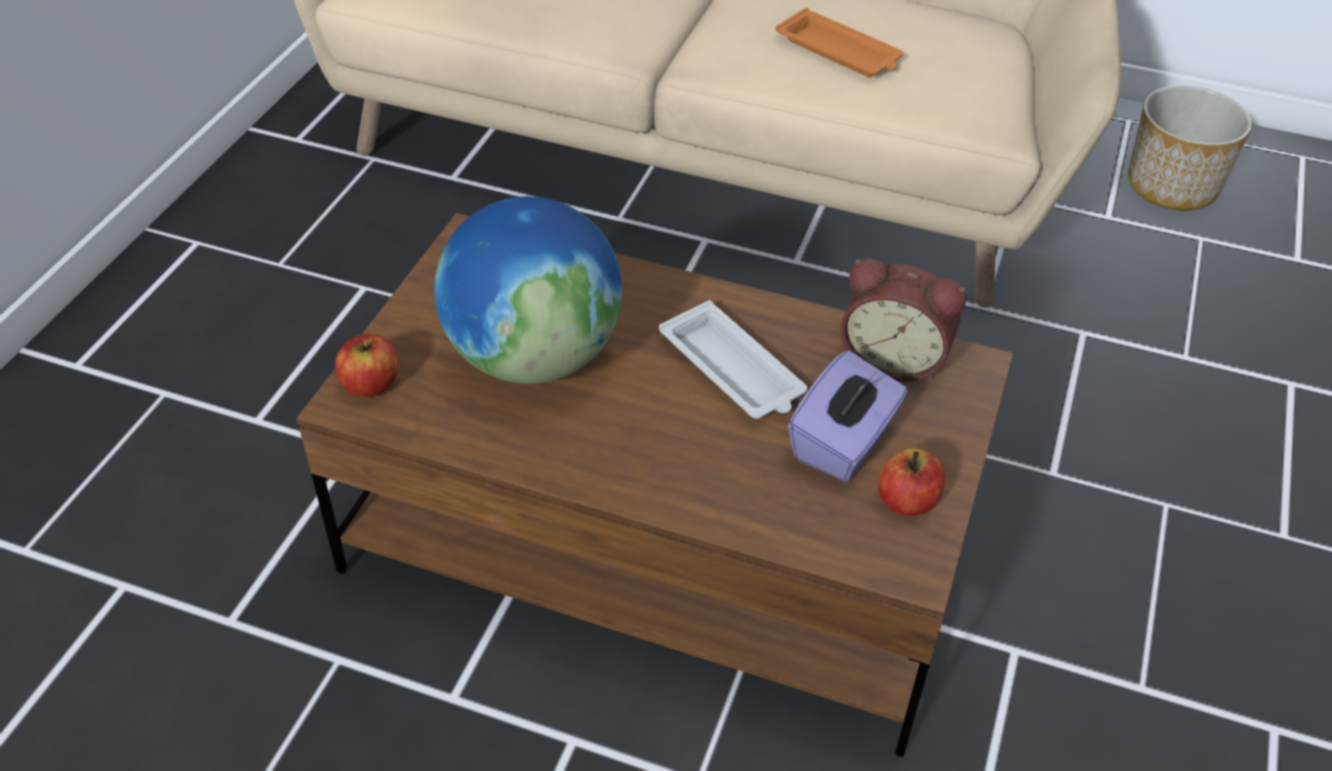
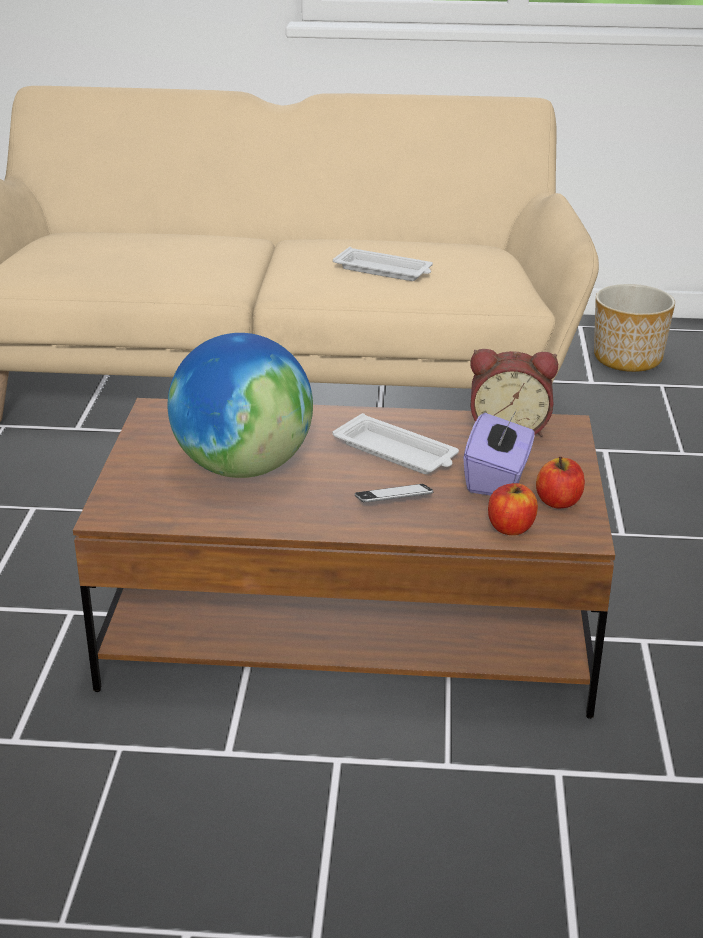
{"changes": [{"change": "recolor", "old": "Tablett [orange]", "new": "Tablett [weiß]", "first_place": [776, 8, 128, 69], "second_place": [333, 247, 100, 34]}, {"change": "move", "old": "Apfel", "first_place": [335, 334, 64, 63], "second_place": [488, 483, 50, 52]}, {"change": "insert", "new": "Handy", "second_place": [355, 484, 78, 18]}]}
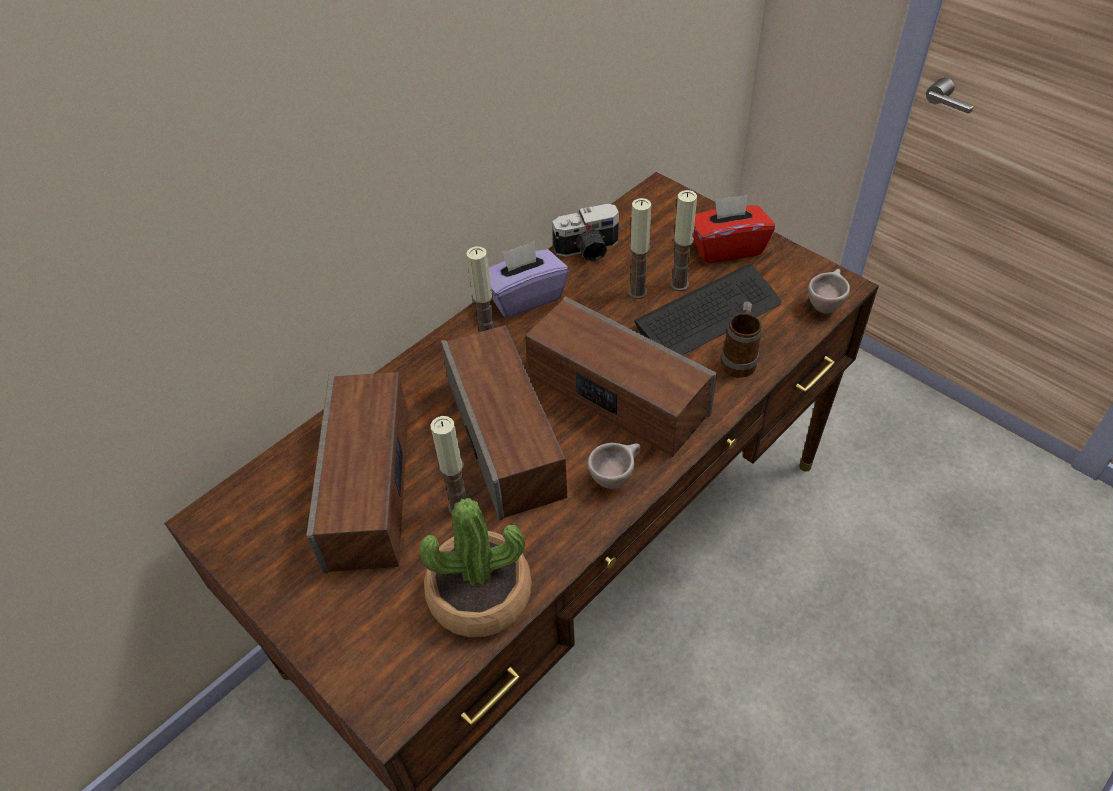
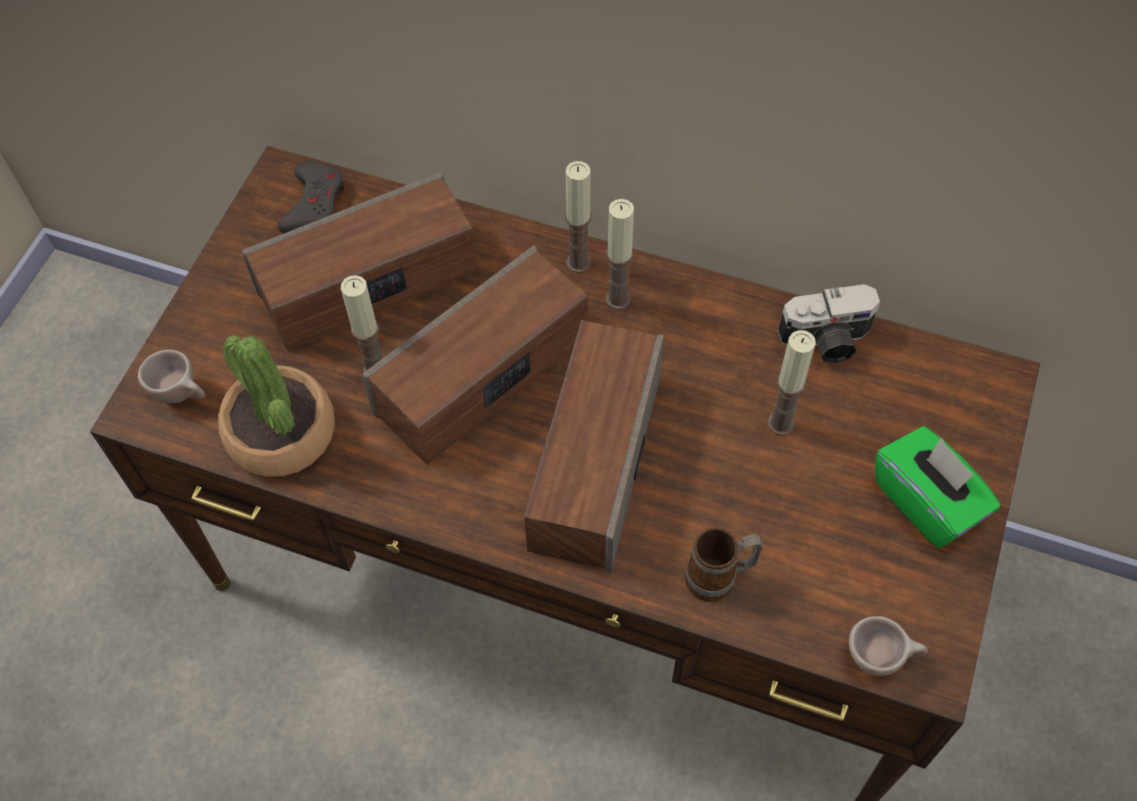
{"changes": [{"change": "move", "old": "Kerze", "first_place": [670, 190, 27, 101], "second_place": [565, 161, 27, 112]}, {"change": "recolor", "old": "Taschentuchbox [rot]", "new": "Taschentuchbox [grün]", "first_place": [693, 195, 82, 68], "second_place": [875, 426, 125, 122]}, {"change": "rotate", "old": "Kamera", "first_place": [552, 203, 67, 59], "second_place": [778, 284, 102, 80], "degrees": -60}, {"change": "delete", "old": "Taschentuchbox [lila]", "first_place": [489, 242, 79, 76]}, {"change": "delete", "old": "Tastatur", "first_place": [634, 265, 147, 90]}, {"change": "move", "old": "Tasse [beige]", "first_place": [587, 443, 54, 46], "second_place": [138, 350, 67, 53]}, {"change": "insert", "new": "Gamepad [grau]", "second_place": [278, 161, 66, 72]}]}
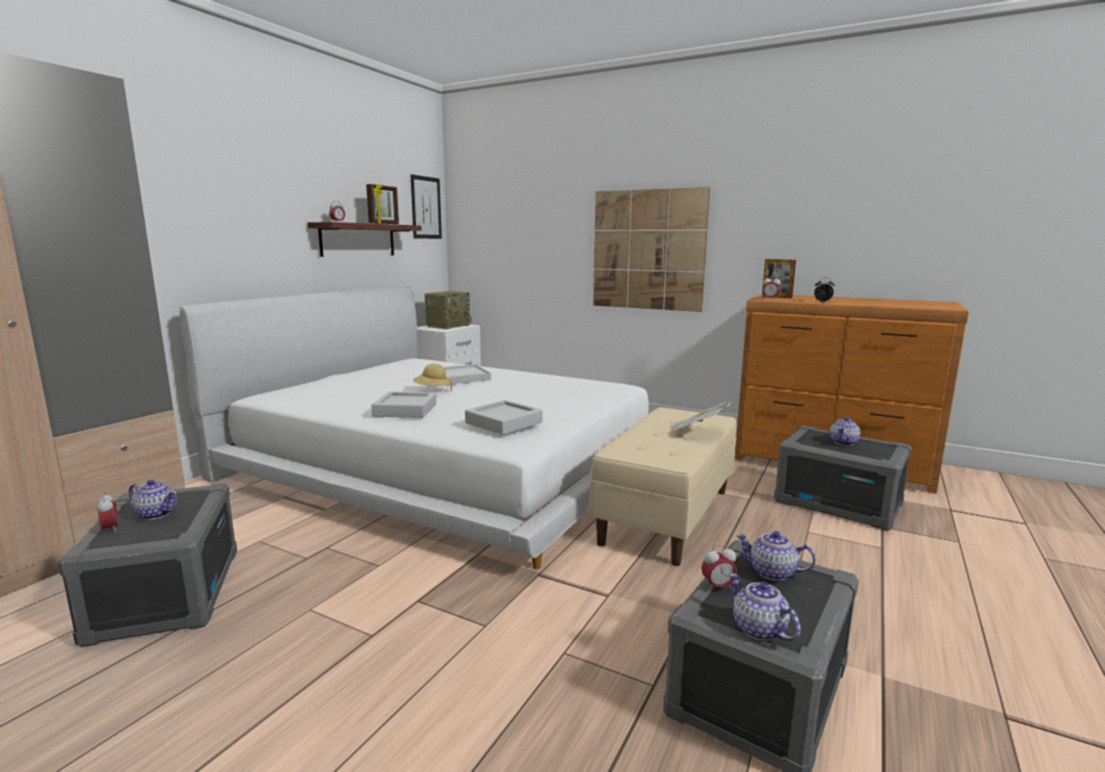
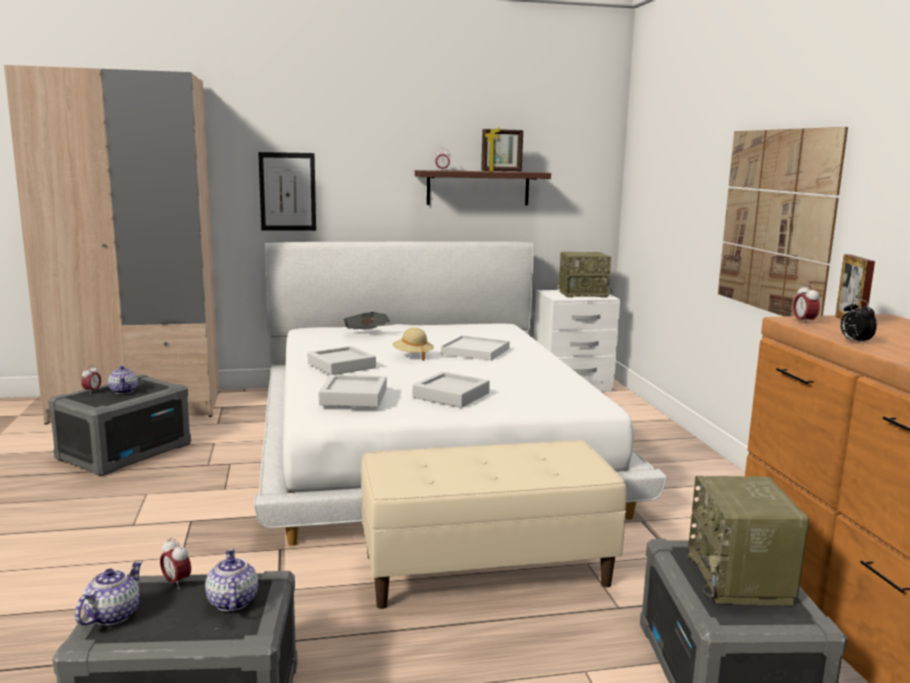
{"changes": [{"change": "move", "old": "Bild", "first_place": [411, 174, 31, 65], "second_place": [258, 152, 58, 79]}, {"change": "move", "old": "Zeitung", "first_place": [670, 402, 61, 30], "second_place": [343, 312, 47, 17]}, {"change": "replace", "old": "Teekanne", "new": "Radio", "first_place": [830, 417, 30, 29], "second_place": [688, 476, 121, 130]}, {"change": "insert", "new": "Tablett [grau]", "second_place": [413, 372, 77, 36]}]}
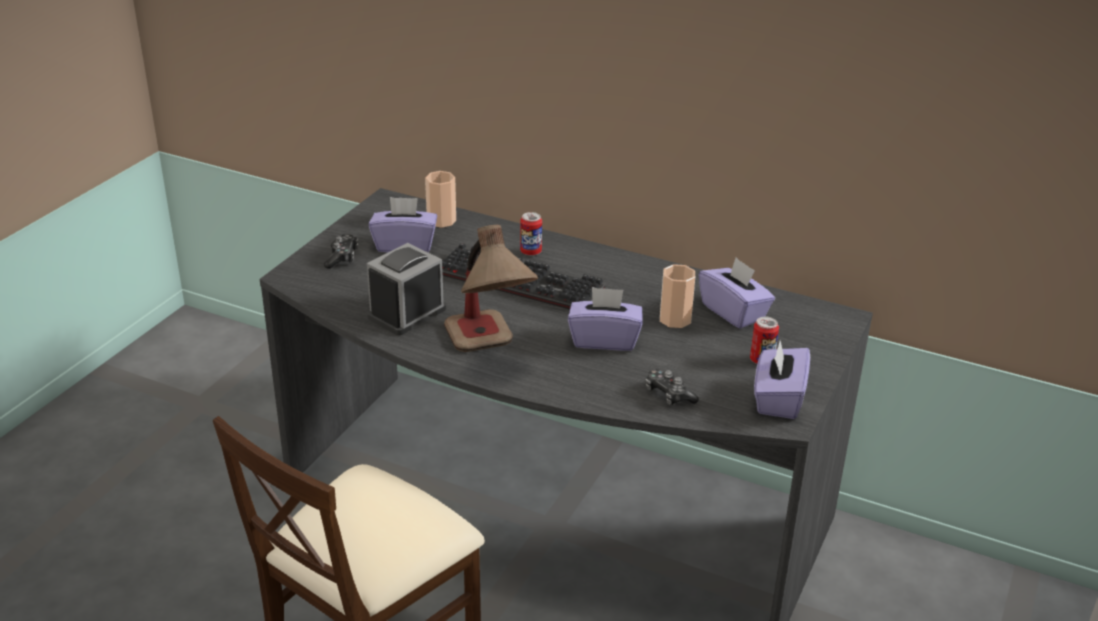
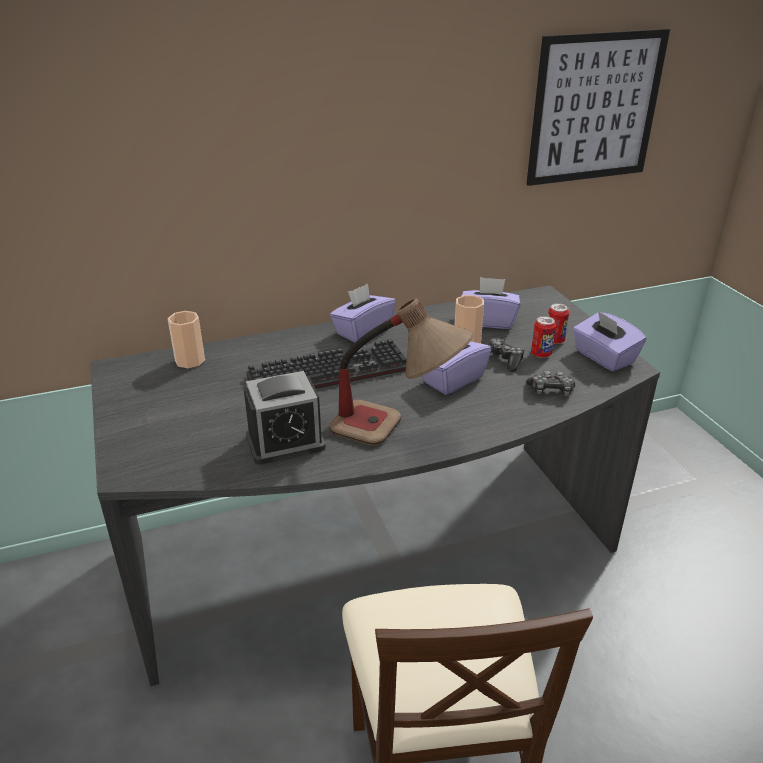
{"changes": [{"change": "move", "old": "Taschentuchbox [lila]", "first_place": [369, 197, 68, 55], "second_place": [330, 284, 66, 59]}, {"change": "move", "old": "Dose", "first_place": [520, 212, 22, 44], "second_place": [531, 316, 25, 42]}, {"change": "move", "old": "Gamepad", "first_place": [324, 234, 34, 35], "second_place": [486, 338, 38, 34]}, {"change": "rotate", "old": "Wecker", "first_place": [367, 243, 79, 92], "second_place": [244, 371, 82, 94], "degrees": -105}, {"change": "insert", "new": "Bild", "second_place": [526, 29, 144, 157]}]}
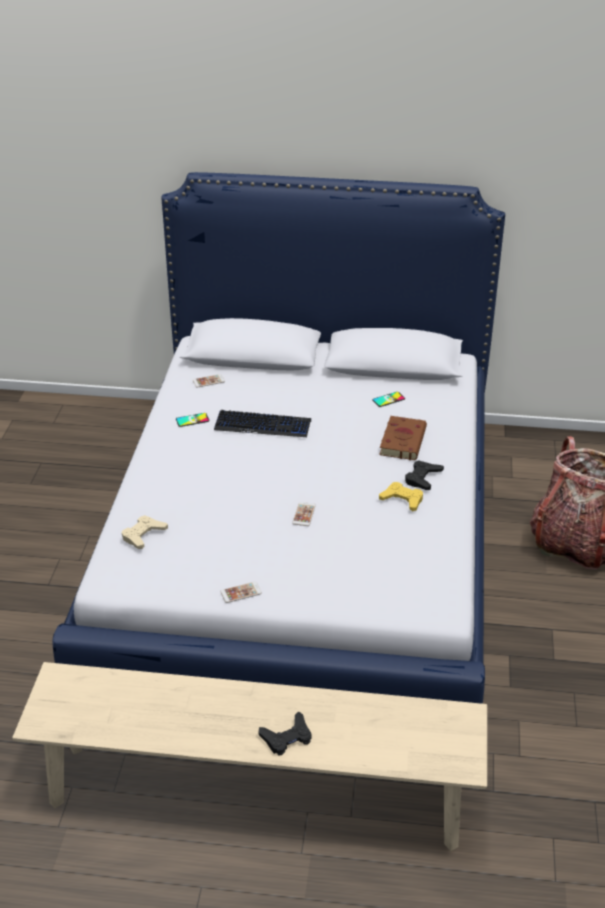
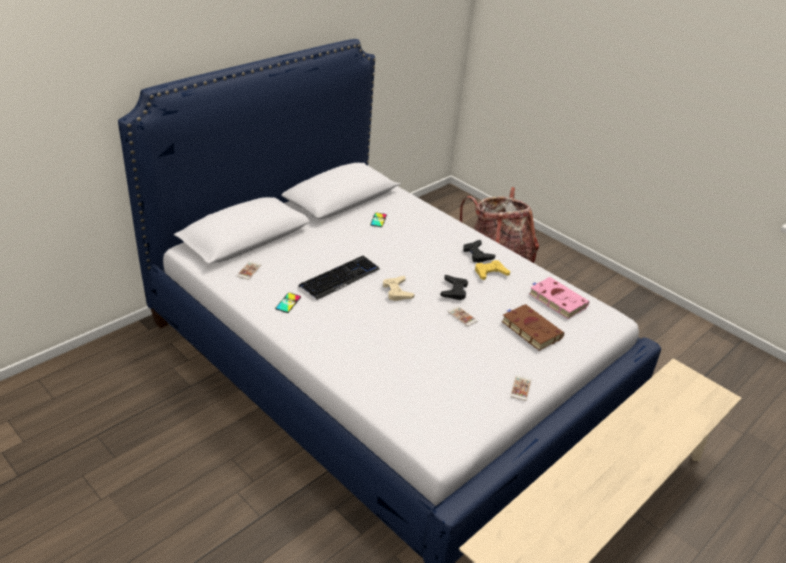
{"changes": [{"change": "move", "old": "Buch [braun]", "first_place": [379, 416, 48, 44], "second_place": [501, 304, 63, 47]}, {"change": "move", "old": "Gamepad [beige]", "first_place": [122, 515, 46, 34], "second_place": [383, 276, 31, 25]}, {"change": "move", "old": "Gamepad [schwarz]", "first_place": [259, 711, 52, 45], "second_place": [441, 275, 27, 25]}, {"change": "insert", "new": "Buch [rosa]", "second_place": [529, 277, 60, 42]}]}
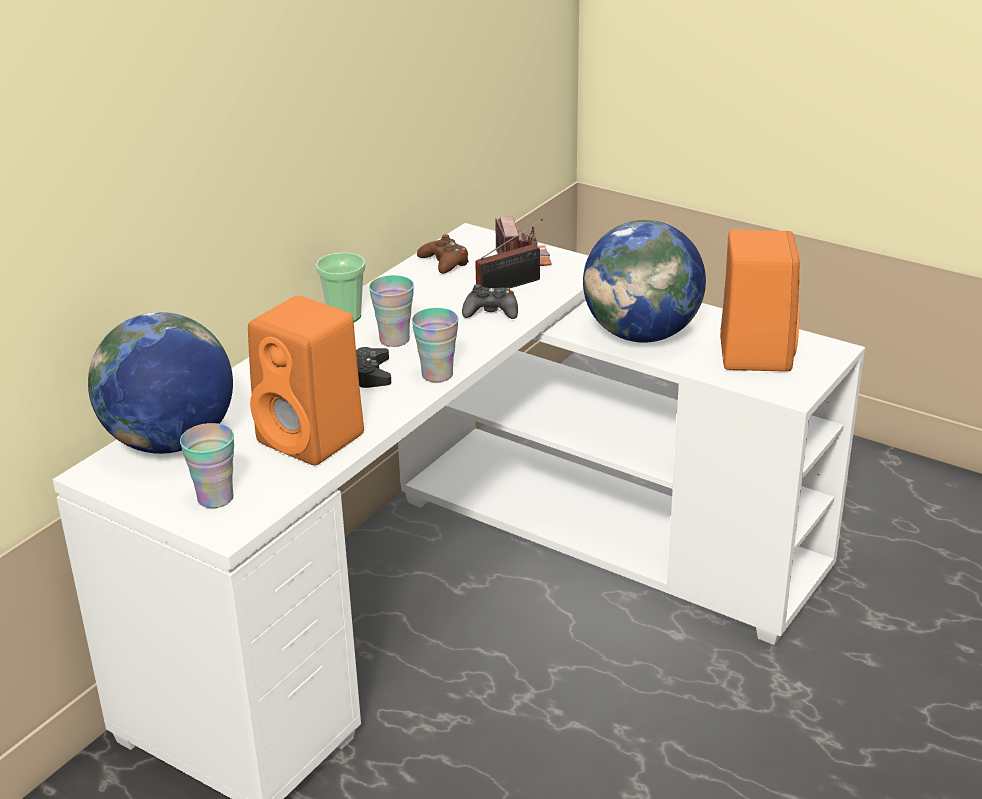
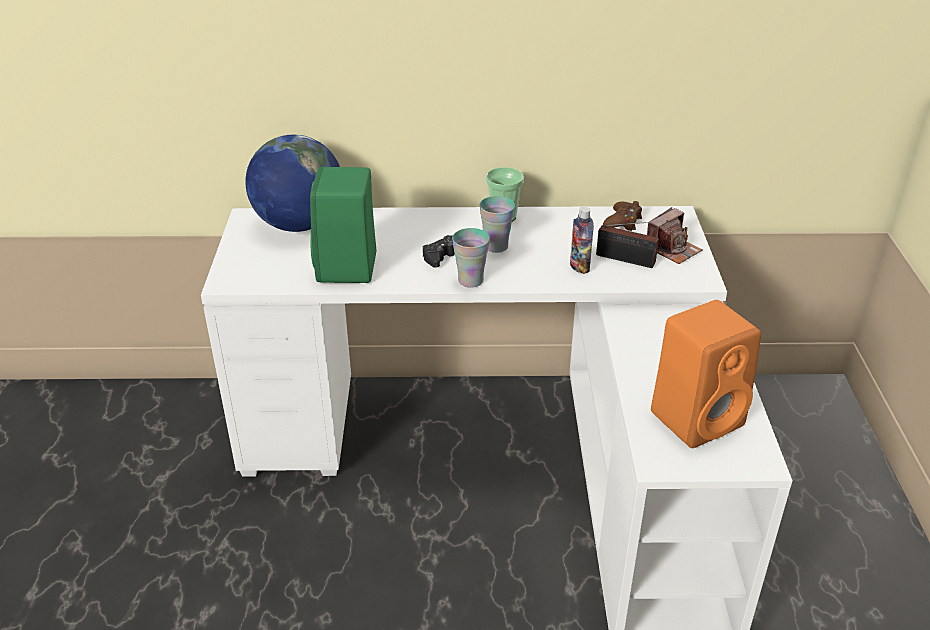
{"changes": [{"change": "delete", "old": "Globus", "first_place": [583, 220, 123, 123]}, {"change": "replace", "old": "Gamepad [schwarz]", "new": "Flasche", "first_place": [462, 284, 56, 35], "second_place": [570, 207, 24, 67]}, {"change": "recolor", "old": "Lautsprecher [orange]", "new": "Lautsprecher [grün]", "first_place": [248, 296, 116, 170], "second_place": [310, 167, 66, 116]}, {"change": "delete", "old": "Tasse", "first_place": [180, 423, 54, 85]}]}
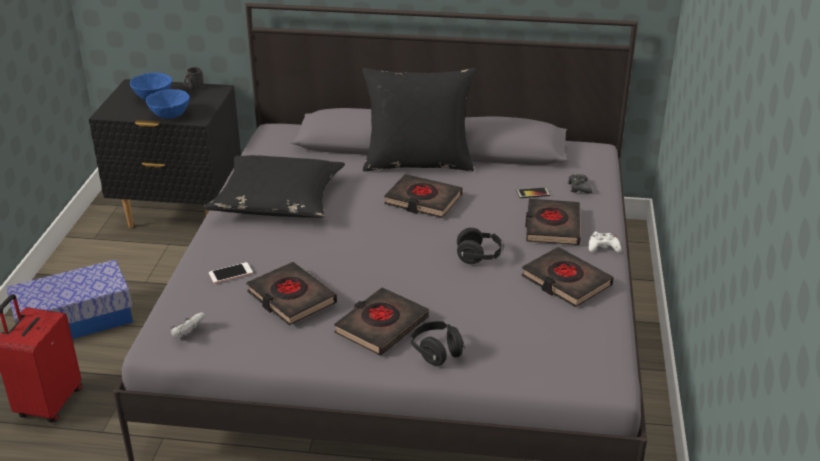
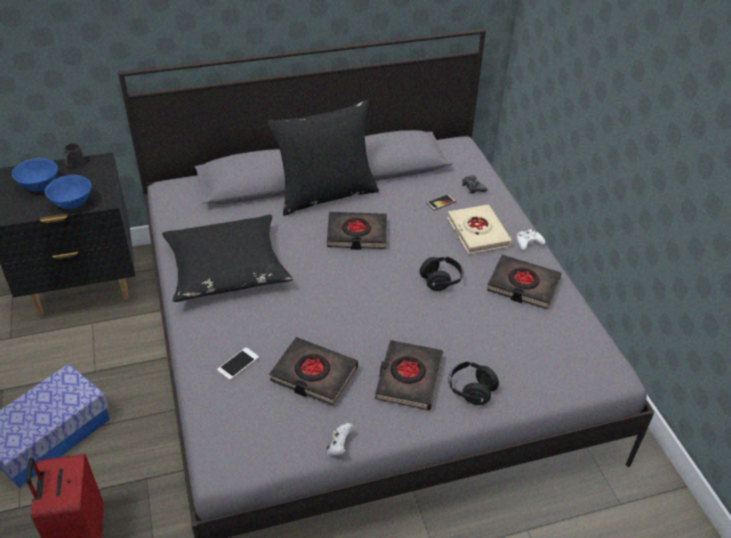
{"changes": [{"change": "recolor", "old": "Buch [schwarz]", "new": "Buch [beige]", "first_place": [525, 199, 56, 46], "second_place": [447, 205, 65, 49]}, {"change": "move", "old": "Gamepad [weiß]", "first_place": [171, 312, 35, 26], "second_place": [326, 423, 27, 33]}]}
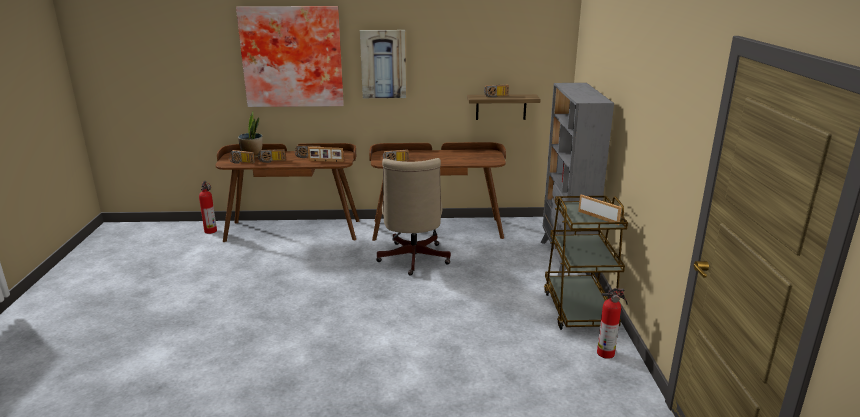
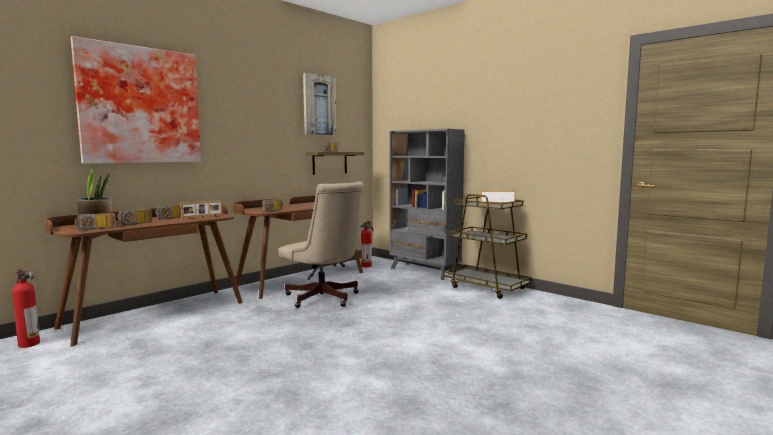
{"changes": [{"change": "move", "old": "Bild", "first_place": [360, 30, 46, 68], "second_place": [303, 73, 34, 62]}, {"change": "move", "old": "Feuerlöscher", "first_place": [597, 288, 30, 71], "second_place": [361, 221, 12, 46]}]}
